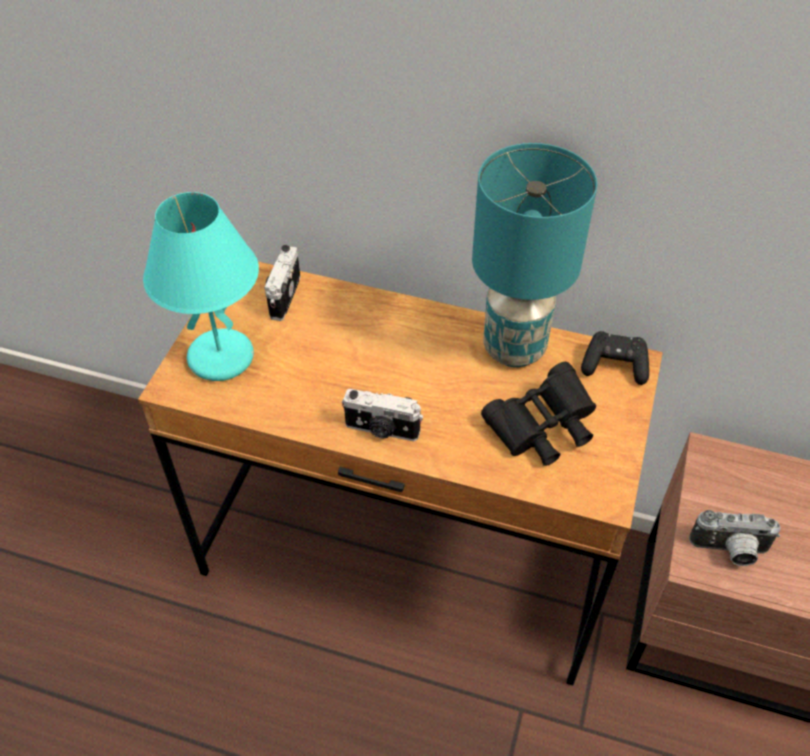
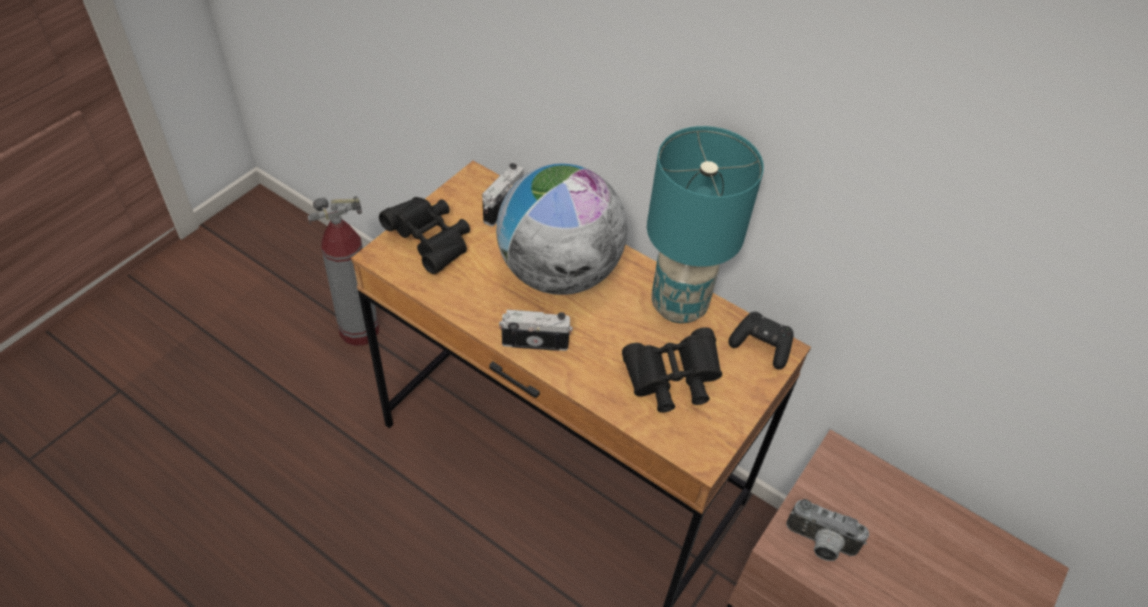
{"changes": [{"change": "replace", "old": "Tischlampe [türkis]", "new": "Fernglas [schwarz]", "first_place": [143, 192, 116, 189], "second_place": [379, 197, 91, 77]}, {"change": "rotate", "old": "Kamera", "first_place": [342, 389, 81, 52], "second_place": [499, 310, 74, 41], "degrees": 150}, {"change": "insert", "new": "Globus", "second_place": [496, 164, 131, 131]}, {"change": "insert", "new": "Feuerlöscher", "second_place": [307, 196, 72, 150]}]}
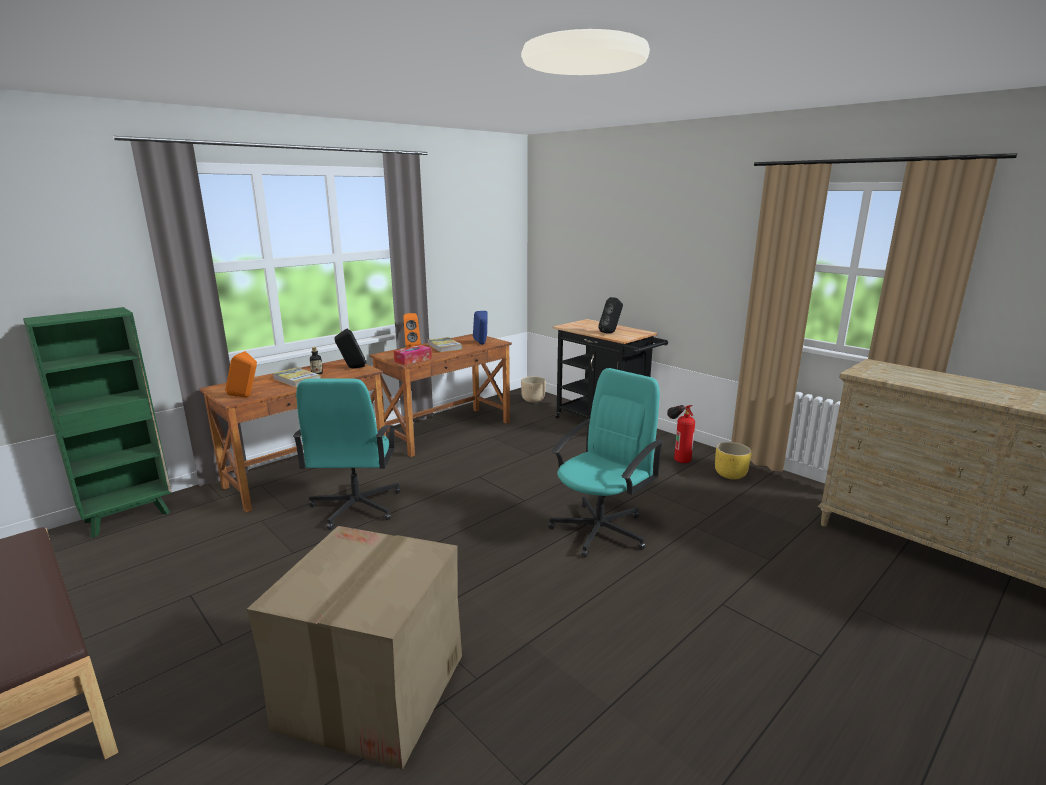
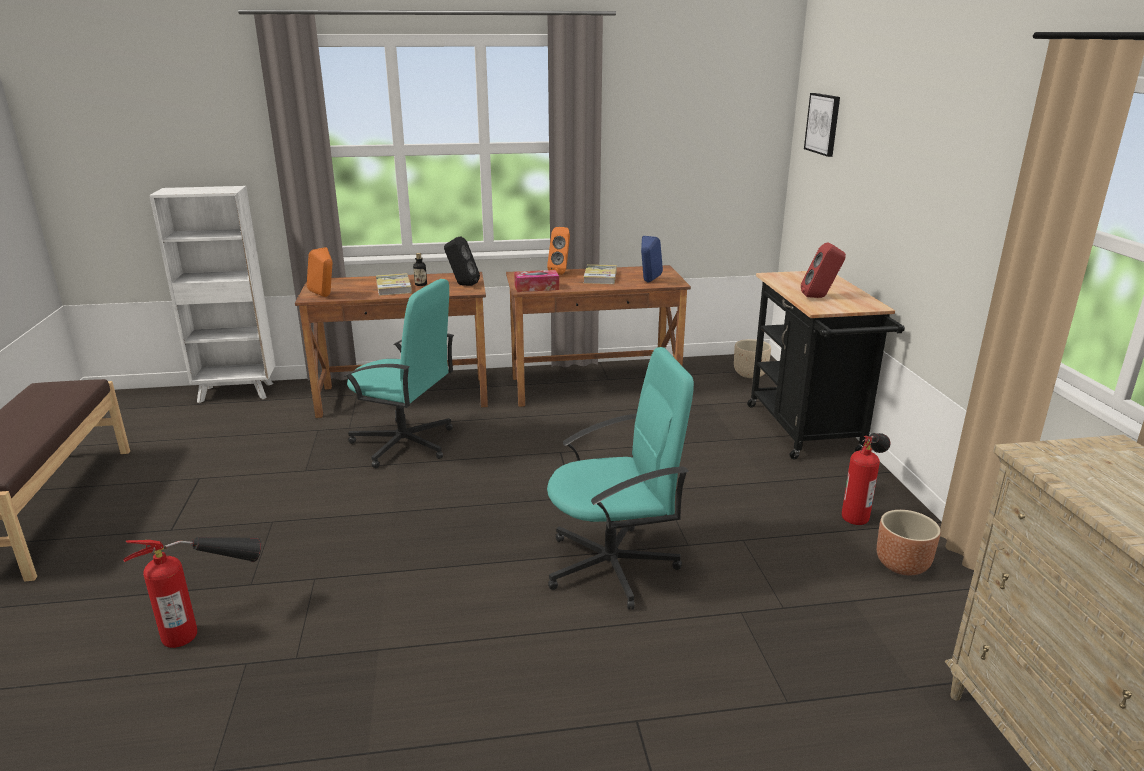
{"changes": [{"change": "recolor", "old": "Lautsprecher [schwarz]", "new": "Lautsprecher [rot]", "first_place": [598, 297, 25, 36], "second_place": [801, 242, 45, 56]}, {"change": "recolor", "old": "Bücherregal [grün]", "new": "Bücherregal [weiß]", "first_place": [23, 307, 149, 230], "second_place": [149, 186, 127, 217]}, {"change": "rotate", "old": "Bürostuhl [türkis]", "first_place": [293, 378, 108, 152], "second_place": [344, 279, 110, 189], "degrees": -105}, {"change": "recolor", "old": "Pflanzkübel [gelb]", "new": "Pflanzkübel [braun]", "first_place": [715, 442, 37, 37], "second_place": [877, 510, 64, 65]}, {"change": "replace", "old": "Karton", "new": "Feuerlöscher", "first_place": [247, 526, 215, 244], "second_place": [123, 537, 139, 111]}, {"change": "insert", "new": "Bild", "second_place": [804, 93, 36, 64]}]}
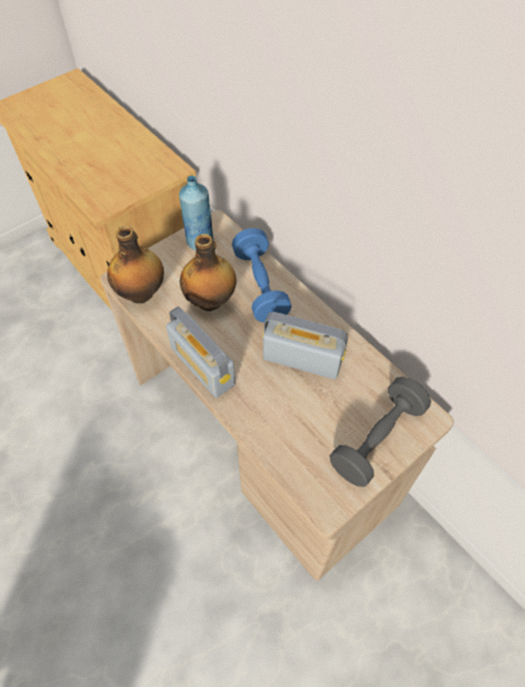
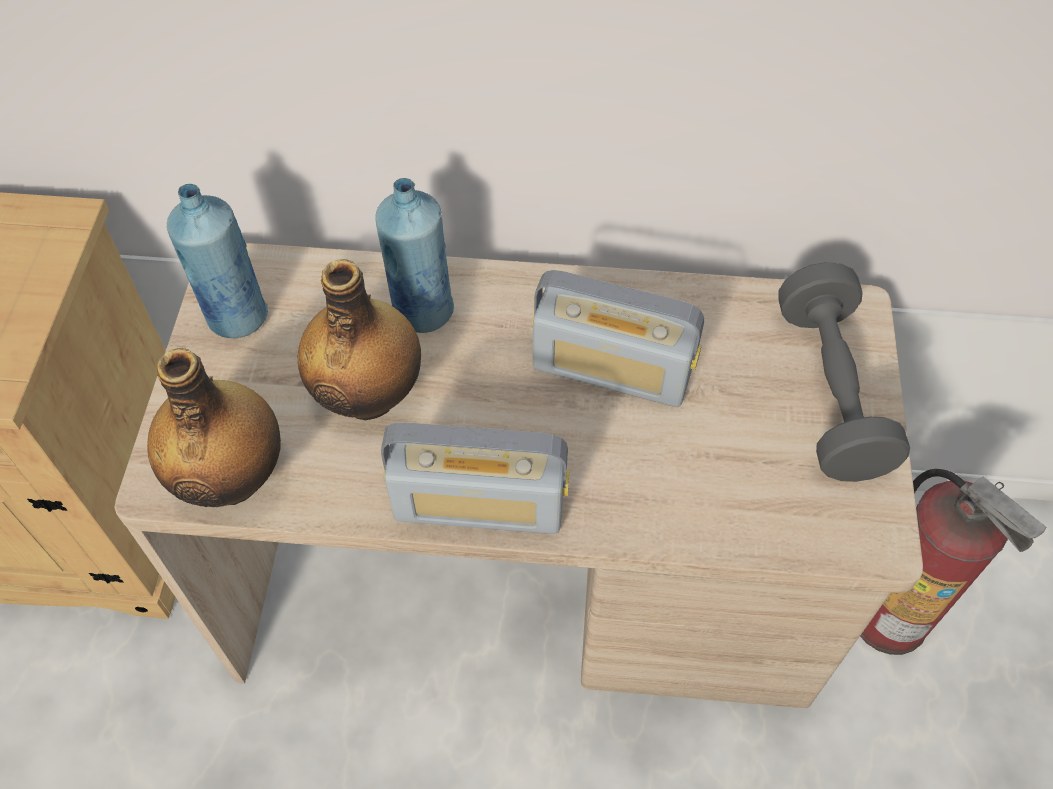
{"changes": [{"change": "replace", "old": "Hantel [blau]", "new": "Flasche [blau]", "first_place": [232, 228, 60, 95], "second_place": [375, 178, 79, 155]}, {"change": "rotate", "old": "Radio", "first_place": [262, 312, 86, 67], "second_place": [532, 270, 172, 137], "degrees": -135}, {"change": "insert", "new": "Feuerlöscher", "second_place": [860, 469, 187, 186]}]}
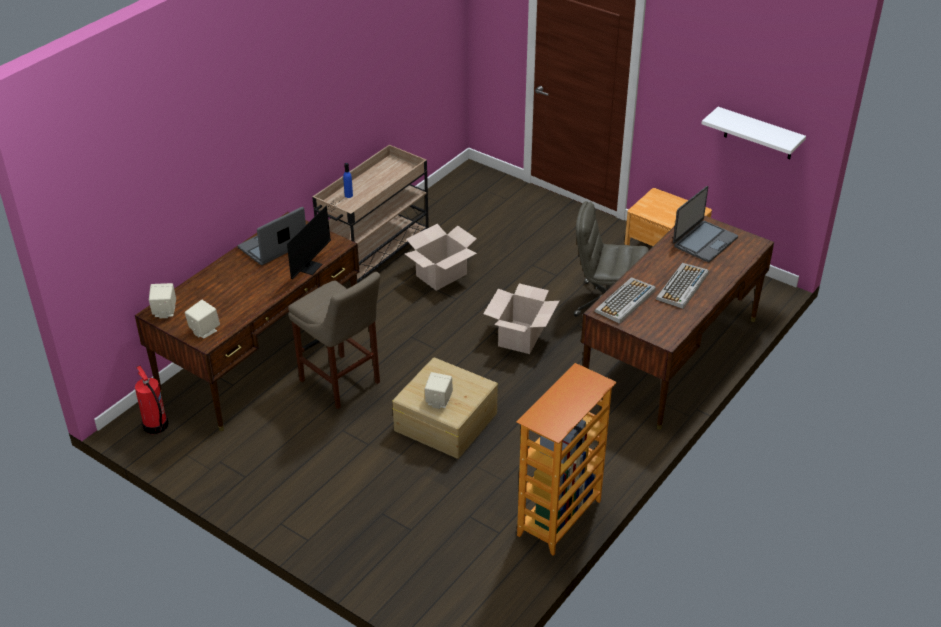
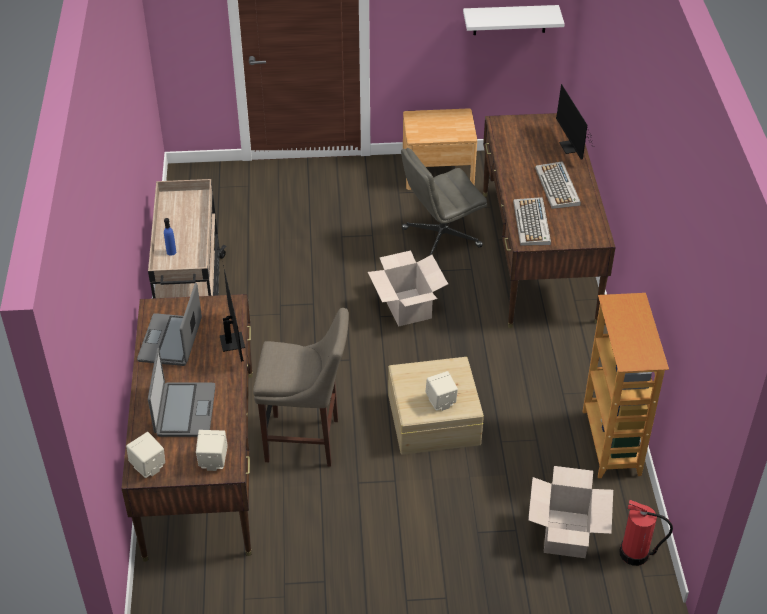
{"changes": [{"change": "move", "old": "Laptop", "first_place": [673, 186, 65, 76], "second_place": [148, 348, 68, 89]}, {"change": "move", "old": "Karton", "first_place": [405, 224, 72, 67], "second_place": [528, 466, 85, 92]}, {"change": "move", "old": "Feuerlöscher", "first_place": [135, 366, 34, 68], "second_place": [619, 499, 54, 67]}, {"change": "insert", "new": "Monitor", "second_place": [556, 84, 37, 76]}]}
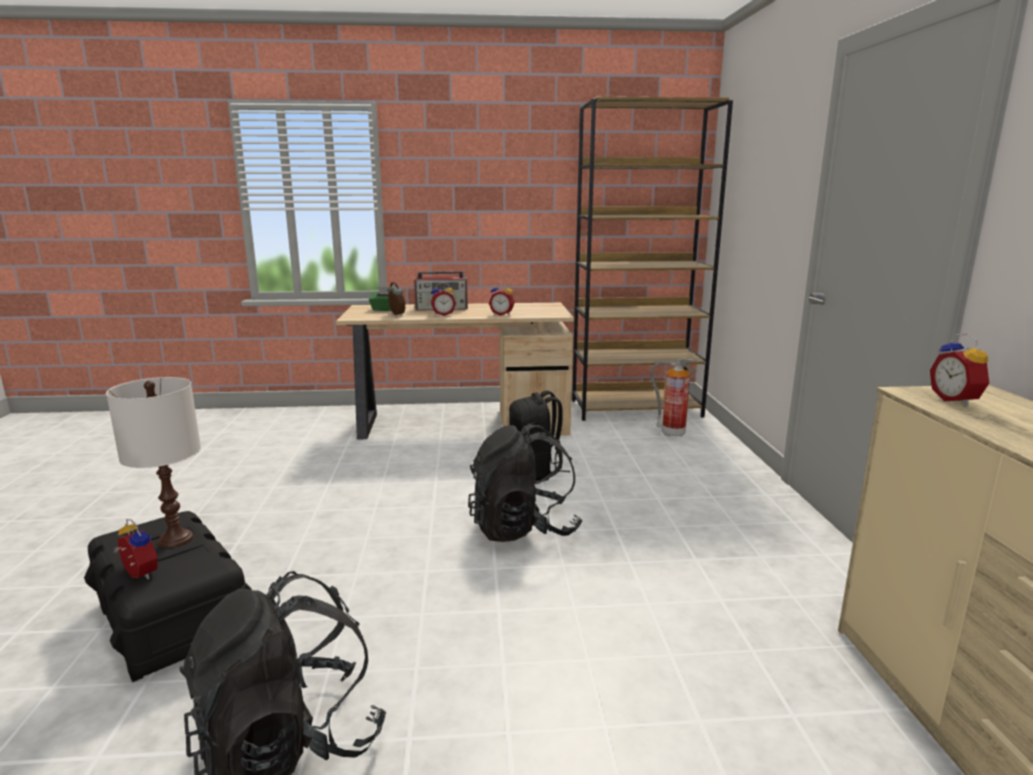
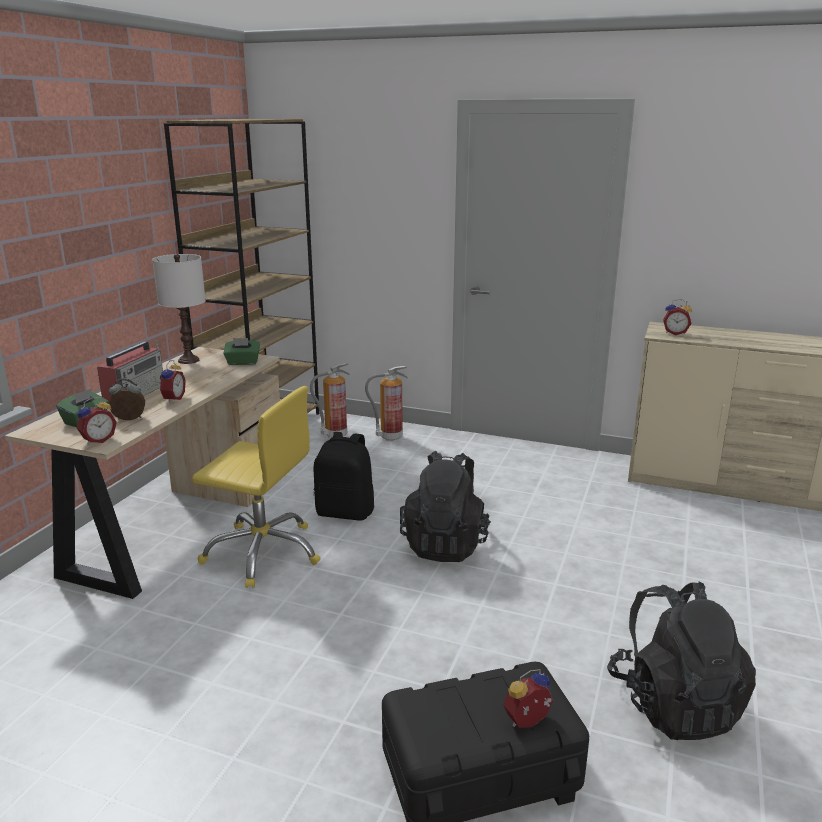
{"changes": [{"change": "move", "old": "Wecker", "first_place": [489, 282, 26, 34], "second_place": [77, 397, 40, 48]}, {"change": "move", "old": "Tischlampe [weiß]", "first_place": [106, 377, 95, 171], "second_place": [152, 254, 54, 110]}, {"change": "insert", "new": "Taschentuchbox [grün]", "second_place": [223, 338, 37, 27]}, {"change": "insert", "new": "Feuerlöscher", "second_place": [365, 366, 43, 75]}, {"change": "insert", "new": "Bürostuhl [gelb]", "second_place": [192, 386, 128, 202]}]}
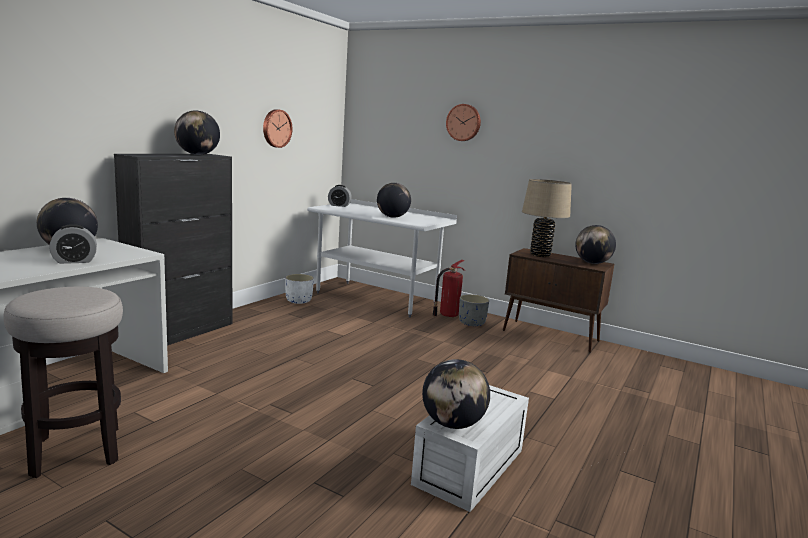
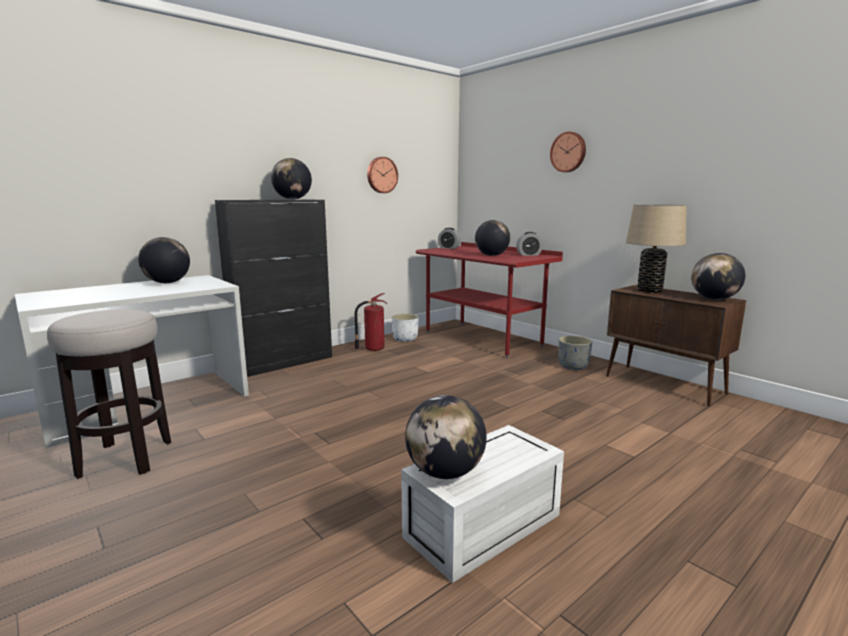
{"changes": [{"change": "recolor", "old": "Schreibtisch [weiß]", "new": "Schreibtisch [rot]", "first_place": [307, 199, 150, 118], "second_place": [416, 242, 147, 116]}, {"change": "move", "old": "Wecker", "first_place": [49, 224, 48, 40], "second_place": [516, 232, 27, 24]}, {"change": "move", "old": "Feuerlöscher", "first_place": [432, 260, 33, 58], "second_place": [355, 293, 32, 59]}]}
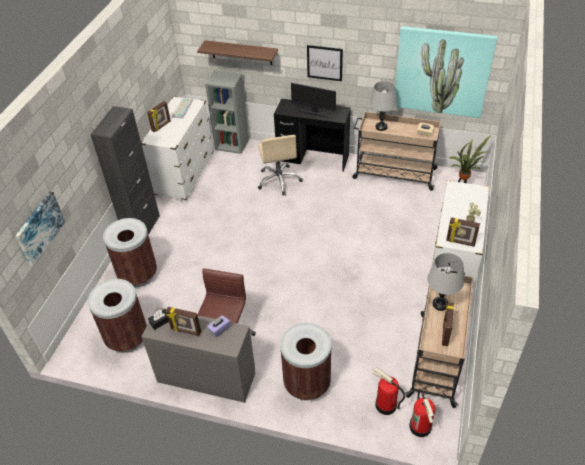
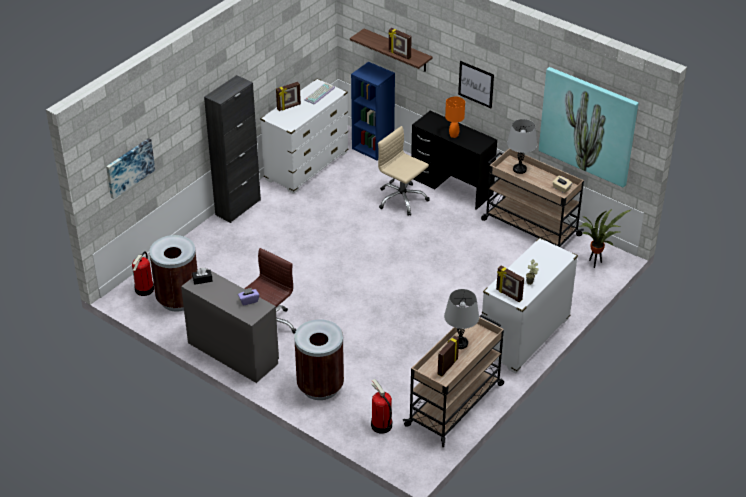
{"changes": [{"change": "recolor", "old": "Bücherregal [grau]", "new": "Bücherregal [blau]", "first_place": [205, 70, 44, 84], "second_place": [351, 62, 44, 99]}, {"change": "replace", "old": "Monitor", "new": "Tischlampe [orange]", "first_place": [291, 83, 45, 34], "second_place": [445, 97, 20, 41]}, {"change": "rotate", "old": "Bürostuhl [beige]", "first_place": [258, 135, 45, 60], "second_place": [378, 126, 51, 90], "degrees": 120}, {"change": "delete", "old": "Mülleimer [braun]", "first_place": [103, 218, 54, 69]}, {"change": "move", "old": "Bilderrahmen", "first_place": [166, 307, 35, 29], "second_place": [388, 28, 24, 31]}, {"change": "move", "old": "Feuerlöscher", "first_place": [409, 390, 26, 47], "second_place": [132, 251, 22, 45]}]}
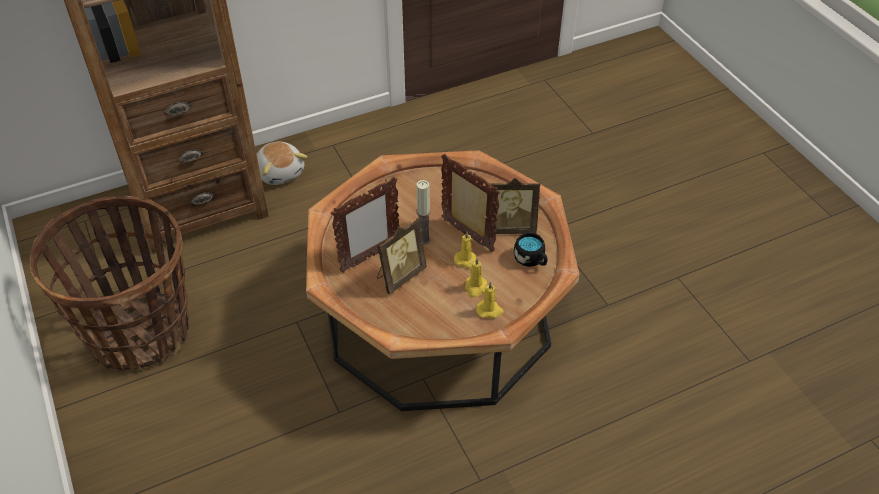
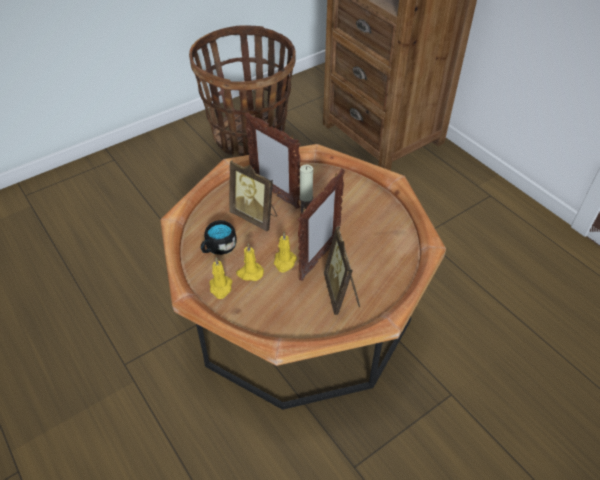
{"changes": [{"change": "delete", "old": "Plüschtier", "first_place": [257, 141, 50, 44]}, {"change": "move", "old": "Henkelbecher [schwarz]", "first_place": [514, 233, 34, 34], "second_place": [201, 220, 36, 35]}]}
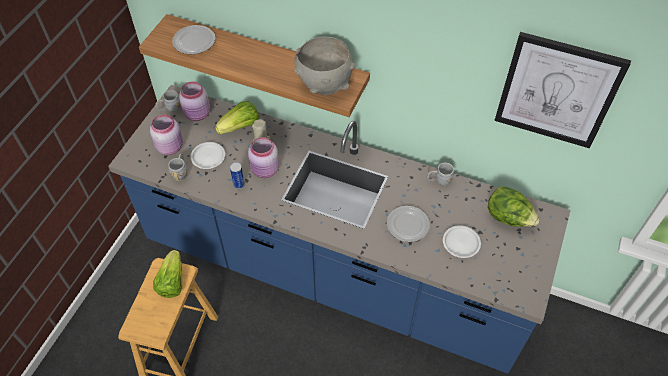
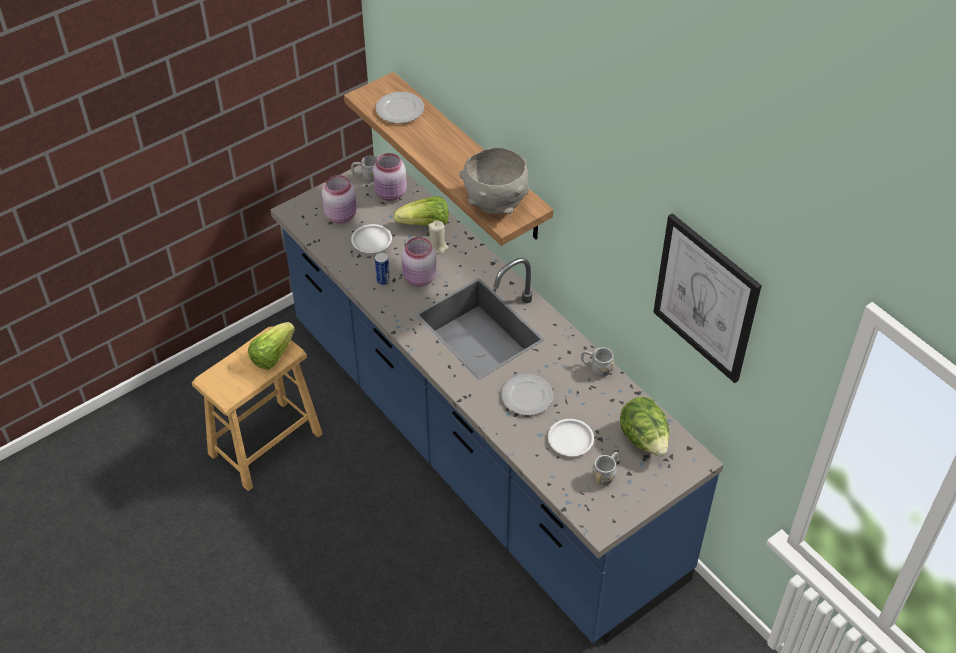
{"changes": [{"change": "move", "old": "Henkelbecher [grau]", "first_place": [168, 153, 19, 28], "second_place": [592, 452, 26, 34]}]}
